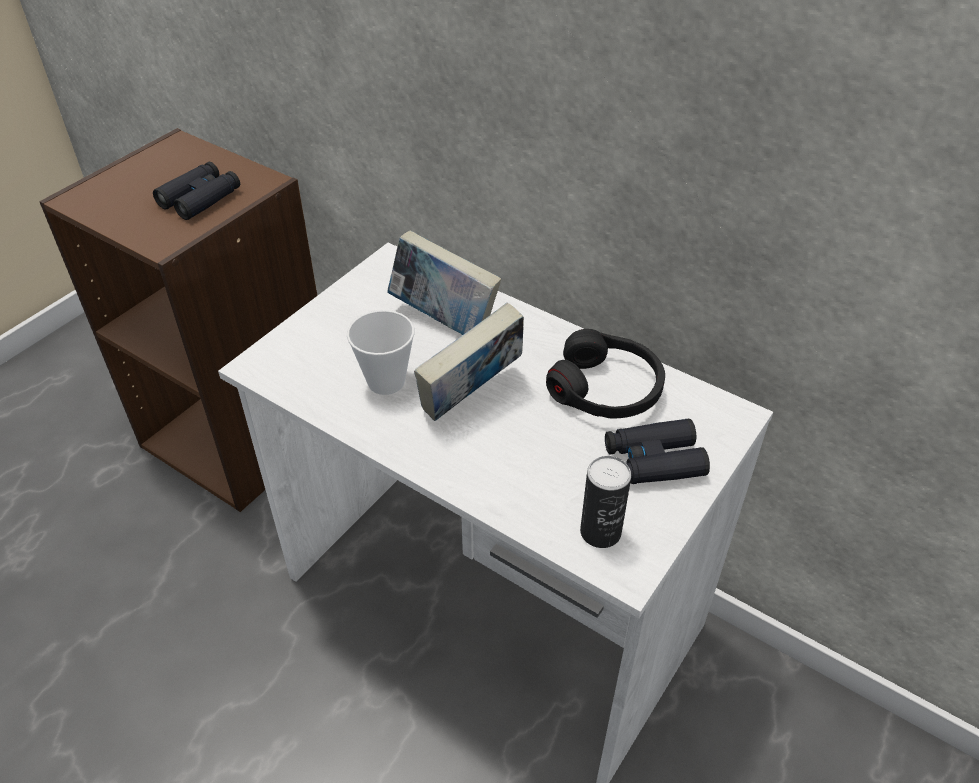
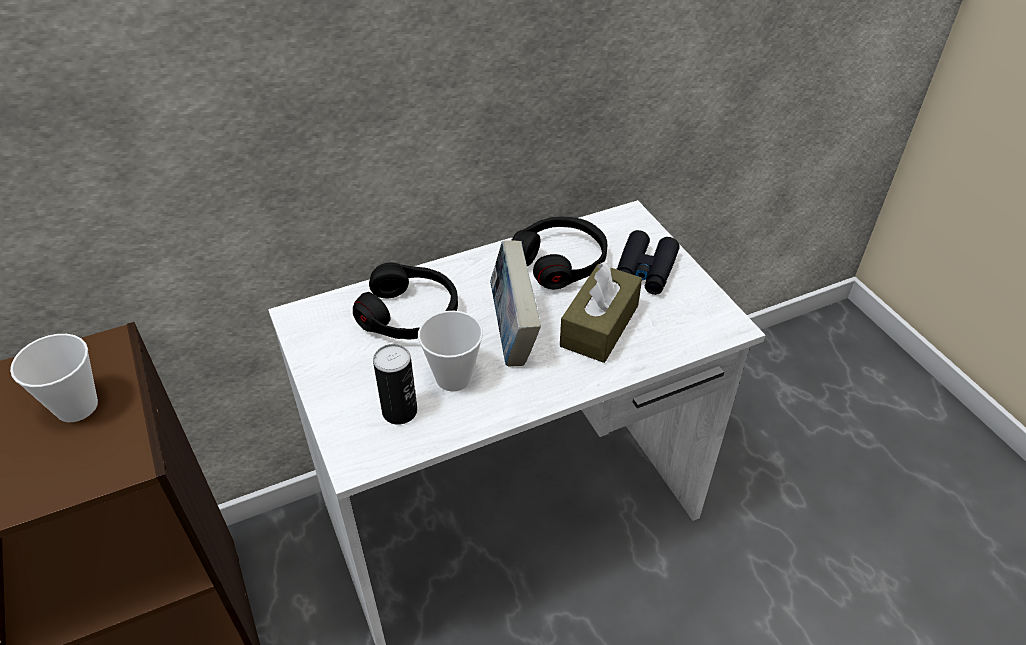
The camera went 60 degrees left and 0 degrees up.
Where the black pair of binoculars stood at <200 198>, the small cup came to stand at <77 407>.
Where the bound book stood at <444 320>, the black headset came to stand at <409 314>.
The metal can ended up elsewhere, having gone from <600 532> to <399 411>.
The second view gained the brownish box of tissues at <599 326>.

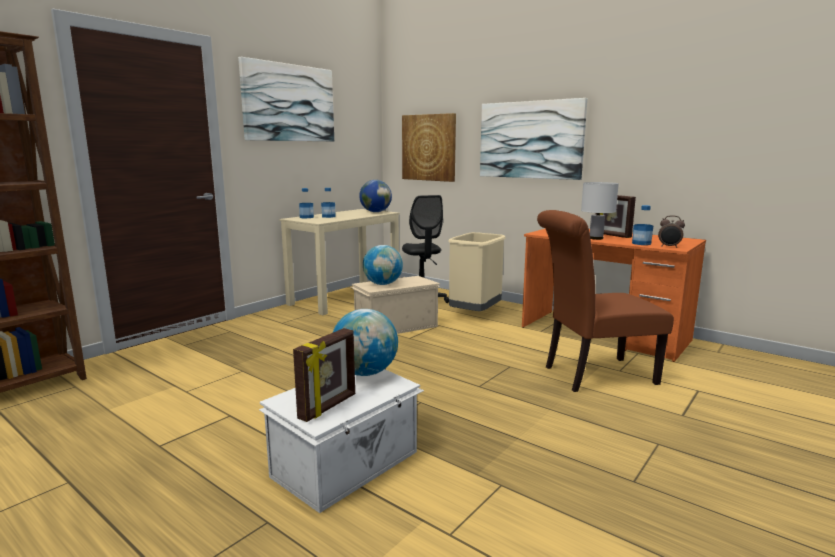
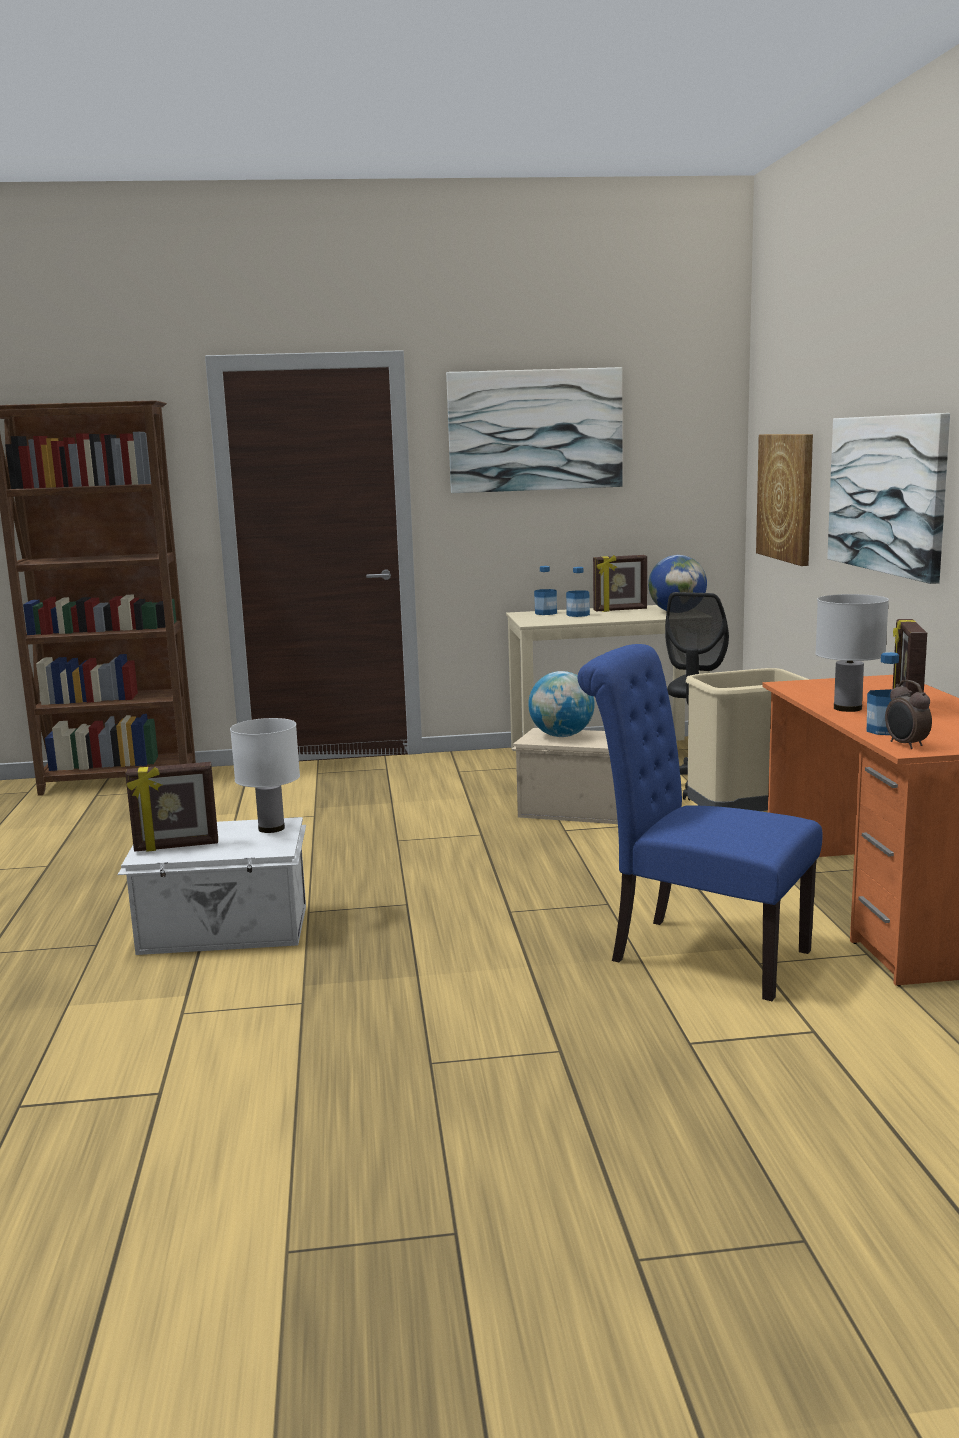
The camera went 45 degrees right and 0 degrees up.
What was the brownish chair at <593 375> turned into the blue-coloured chair at <697 953>.
Where the desk globe stood at <365 373>, the white-coloured tabletop lamp came to stand at <271 828>.
The second view gained the picture frame at <620 610>.

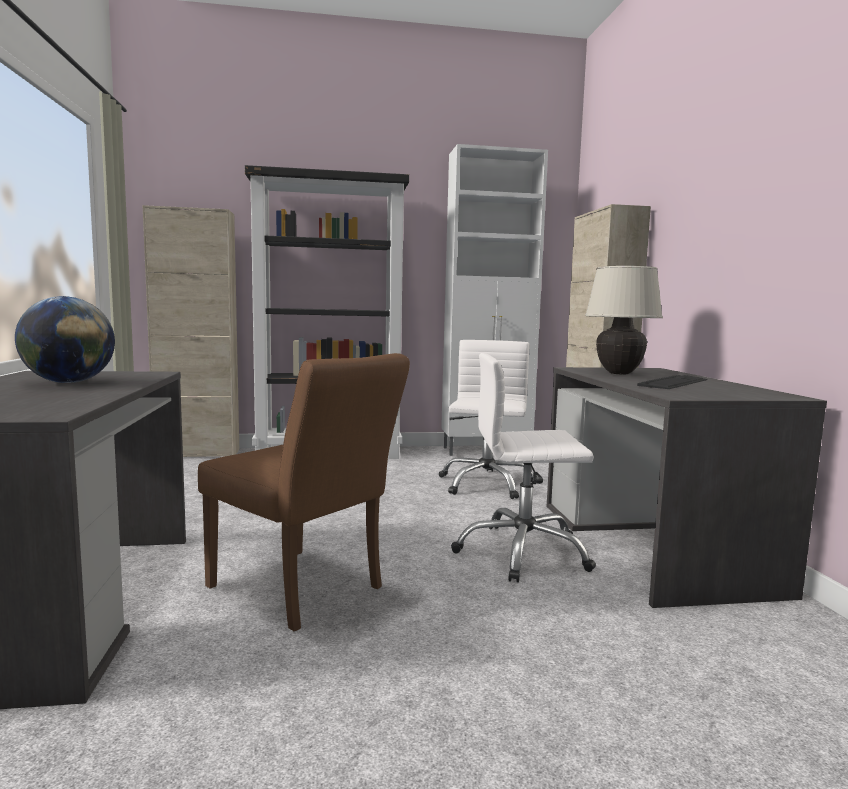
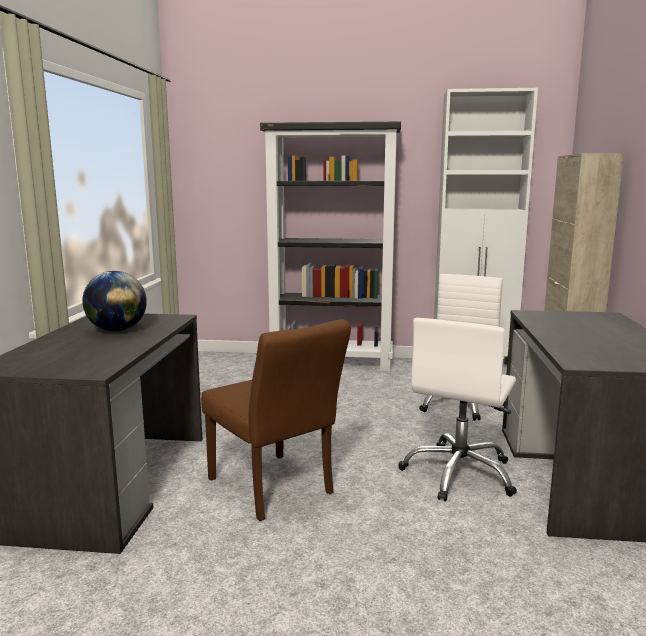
The camera went 15 degrees right and 5 degrees up.
The second view lost the beige storage cabinet at <197 453>.
The second view lost the beige tabletop lamp at <619 373>.
The white-coloured office chair at <522 552> ended up facing another way, 75 degrees counterclockwise from before.
The second view lost the computer keyboard at <674 382>.

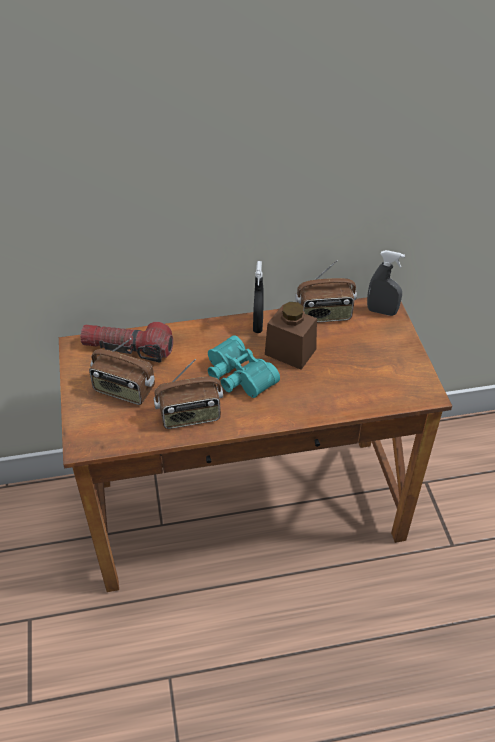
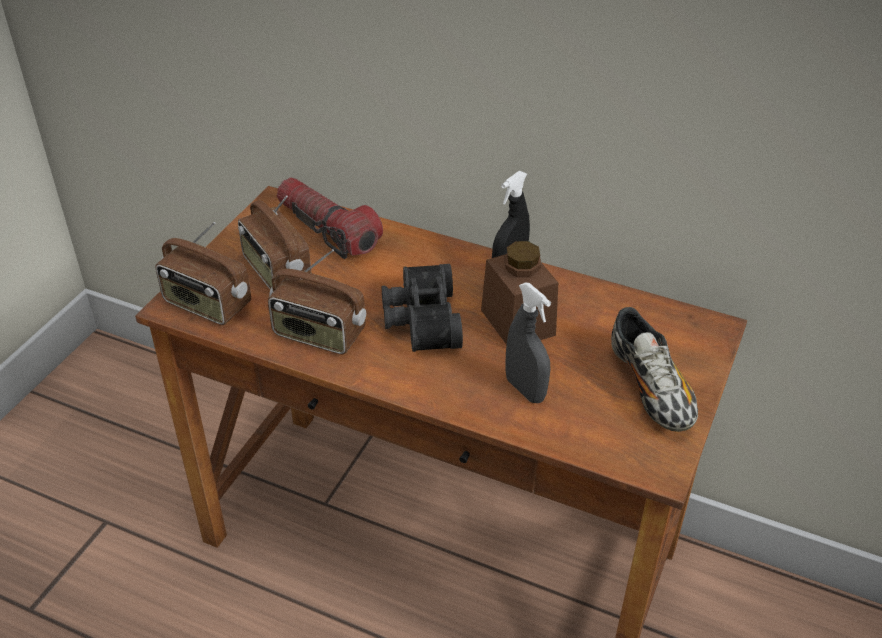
The camera went 35 degrees right and 5 degrees down.
The gray sprayer ended up elsewhere, having gone from <381 311> to <525 389>.
The radio set ended up elsewhere, having gone from <324 315> to <207 305>.
What was the blue-green pair of binoculars at <237 377> turned into the black pair of binoculars at <419 320>.
The second view gained the shoe at <650 389>.

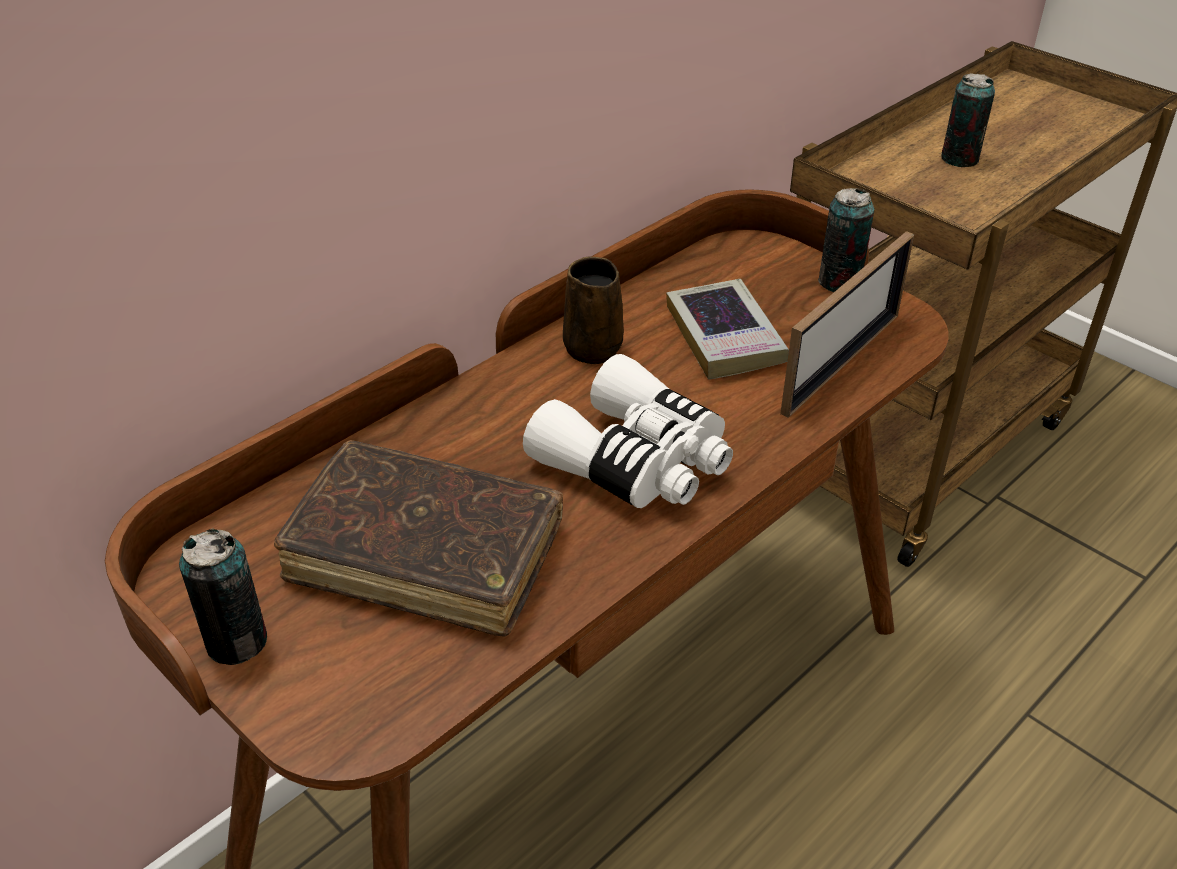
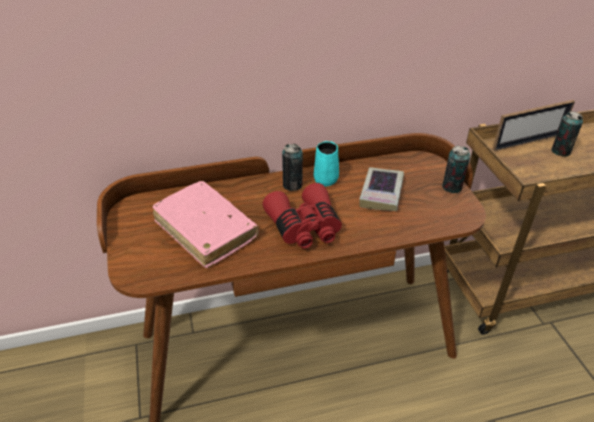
The camera went 30 degrees right and 0 degrees up.
The picture frame ended up elsewhere, having gone from <841 362> to <528 142>.
What was the brownish tea mug at <592 346> turned into the blue-green tea mug at <326 179>.
What was the white-coloured pair of binoculars at <637 461> turned into the red pair of binoculars at <305 227>.
What was the brownish bound book at <425 554> turned into the pink bound book at <205 230>.
The metal can ended up elsewhere, having gone from <237 642> to <292 185>.

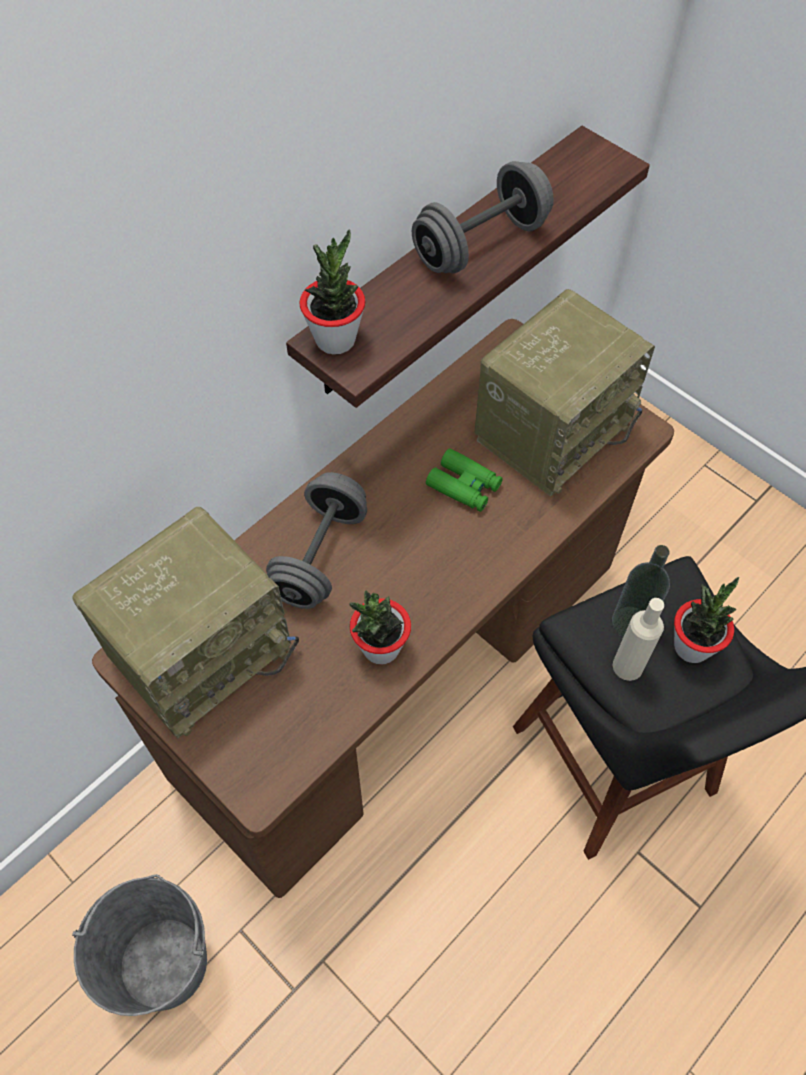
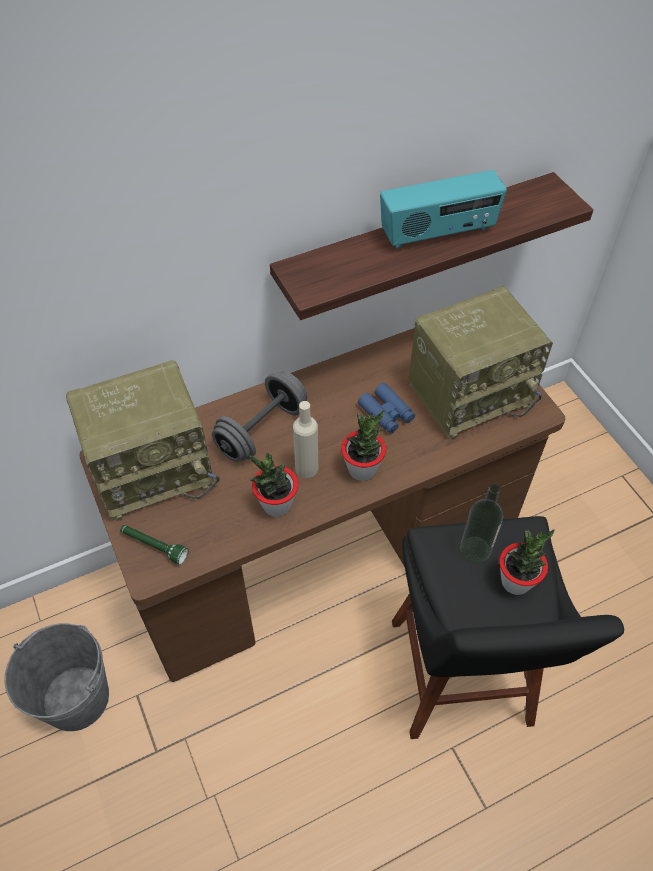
The camera went 20 degrees right and 5 degrees down.
Where the gray dumbbell stood at <480 244>, the radio set came to stand at <438 233>.
The plant in a pot ended up elsewhere, having gone from <335 339> to <362 469>.
What was the green pair of binoculars at <464 486> turned into the blue-coloured pair of binoculars at <386 413>.
The beige beverage bottle ended up elsewhere, having gone from <628 666> to <306 468>.
The second view gained the green hand torch at <154 546>.

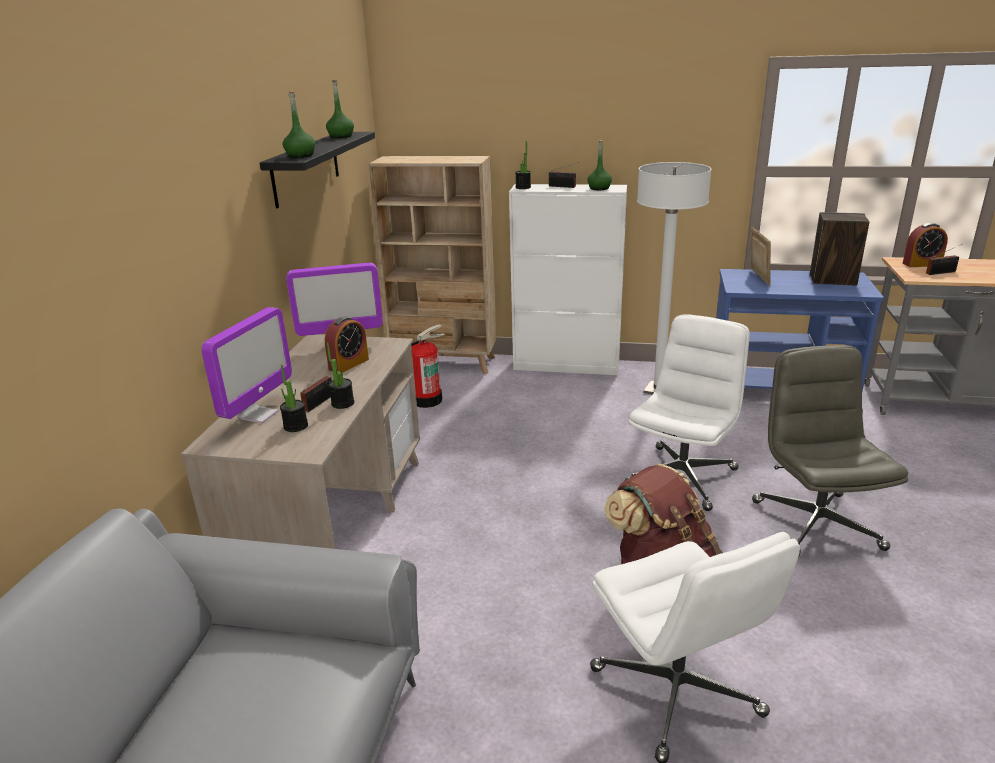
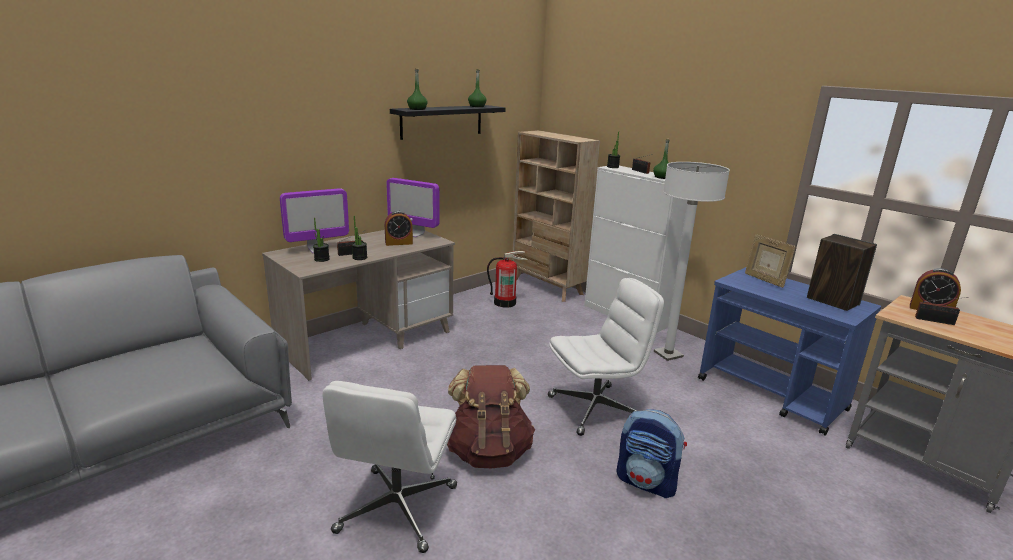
The camera went 35 degrees right and 5 degrees down.
The picture frame at <757 278> ended up facing another way, 120 degrees clockwise from before.
Where the gray office chair stood at <815 524>, the knapsack came to stand at <647 482>.

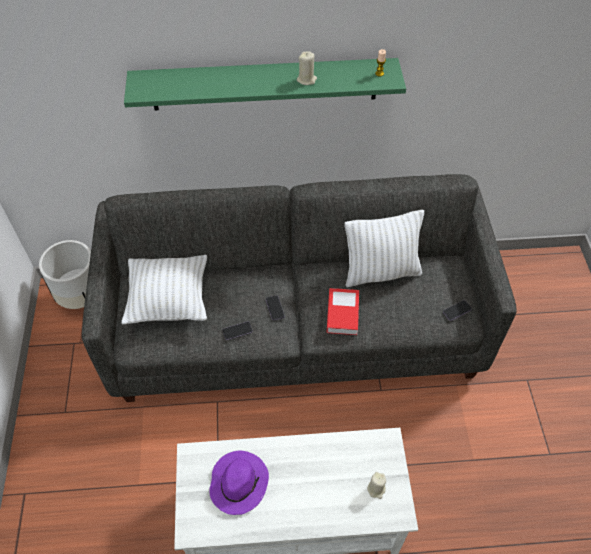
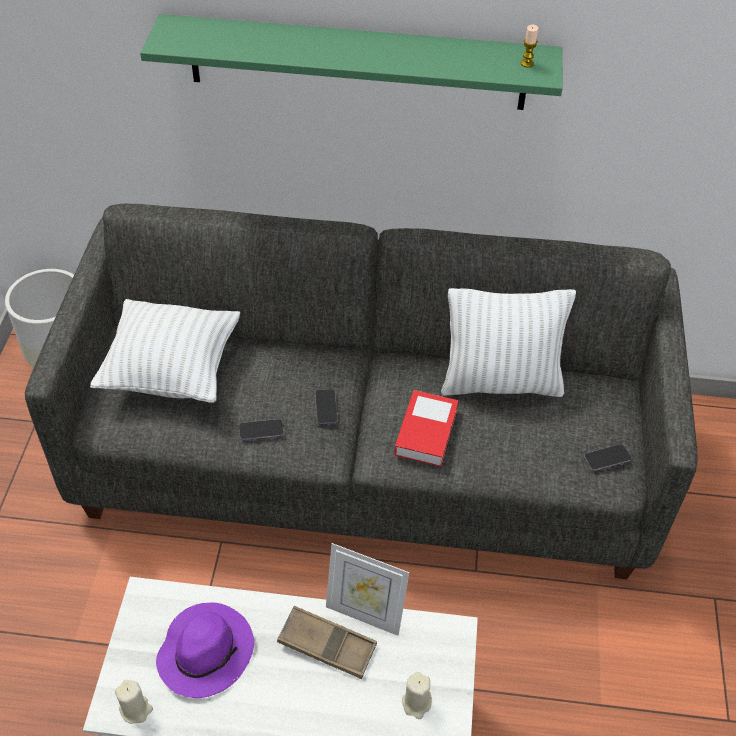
The camera went 10 degrees right and 5 degrees down.
The beige wax candle ended up elsewhere, having gone from <306 79> to <136 709>.
The second view gained the picture frame at <365 614>.
The second view gained the brownish tray at <327 645>.

